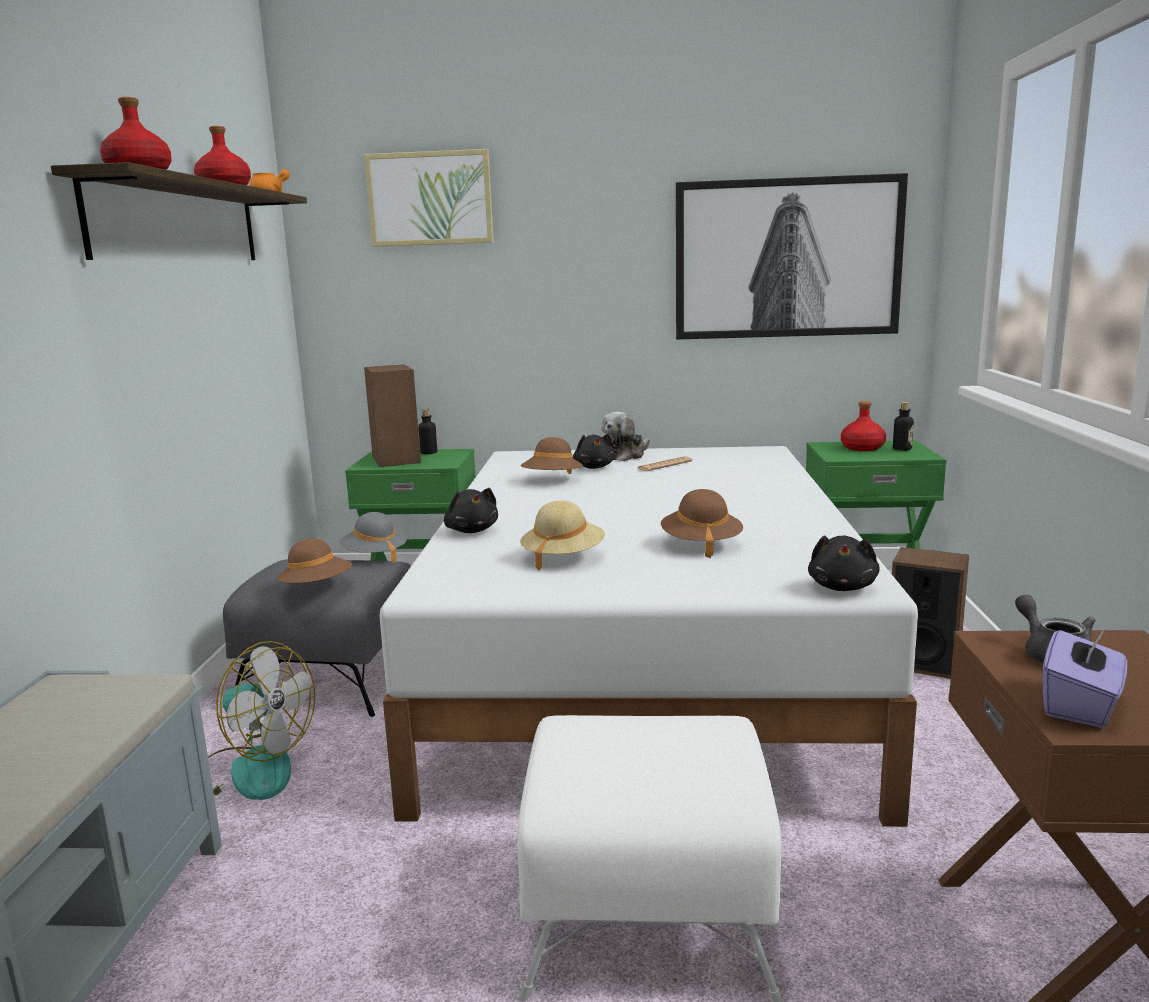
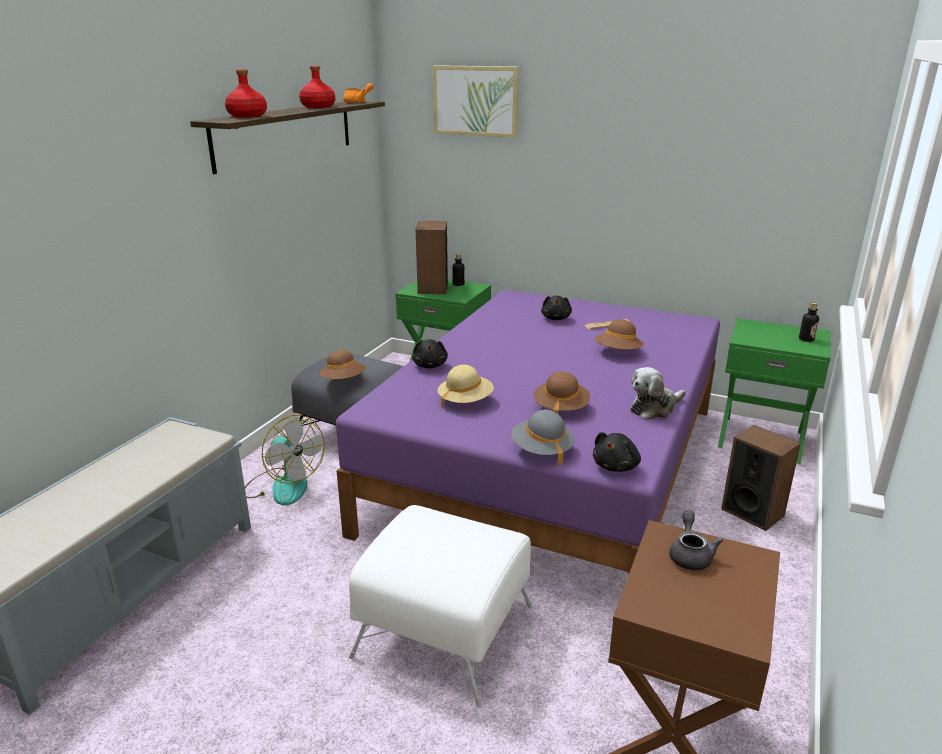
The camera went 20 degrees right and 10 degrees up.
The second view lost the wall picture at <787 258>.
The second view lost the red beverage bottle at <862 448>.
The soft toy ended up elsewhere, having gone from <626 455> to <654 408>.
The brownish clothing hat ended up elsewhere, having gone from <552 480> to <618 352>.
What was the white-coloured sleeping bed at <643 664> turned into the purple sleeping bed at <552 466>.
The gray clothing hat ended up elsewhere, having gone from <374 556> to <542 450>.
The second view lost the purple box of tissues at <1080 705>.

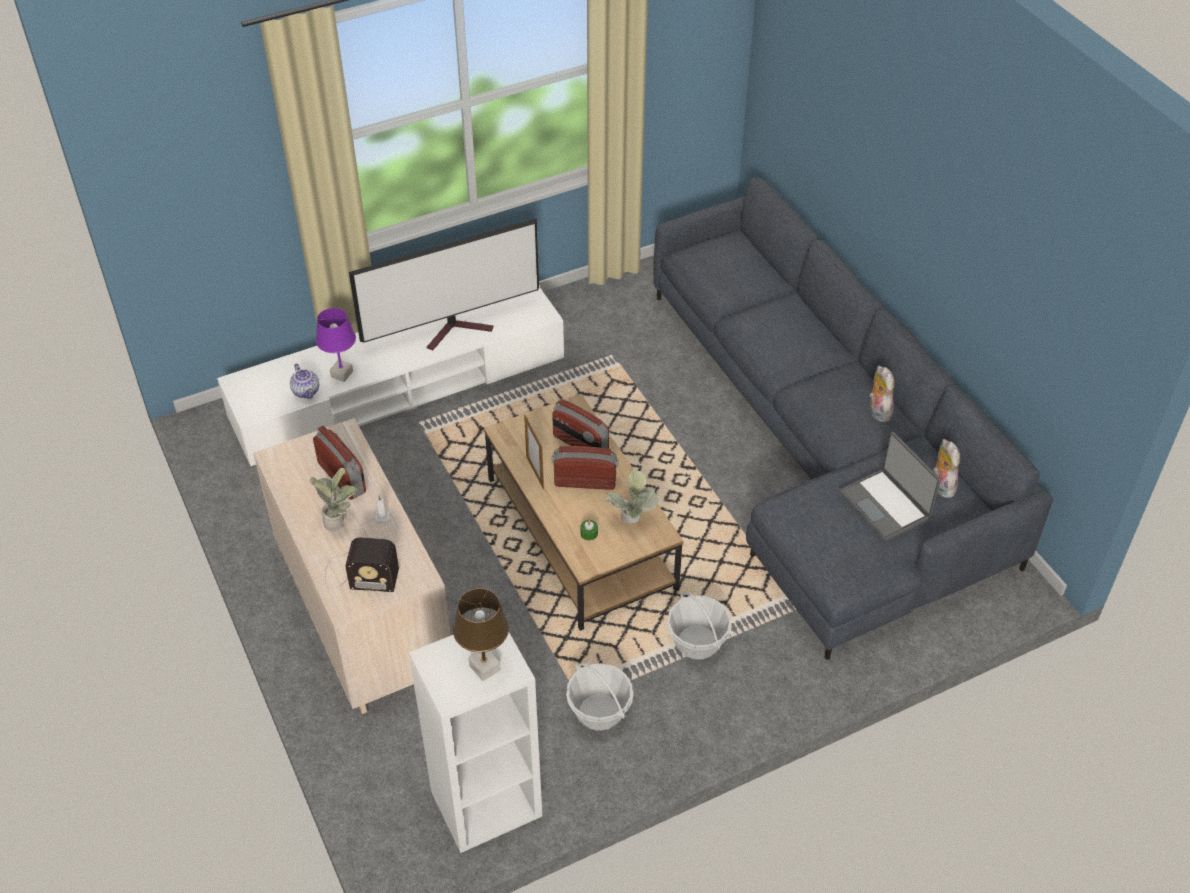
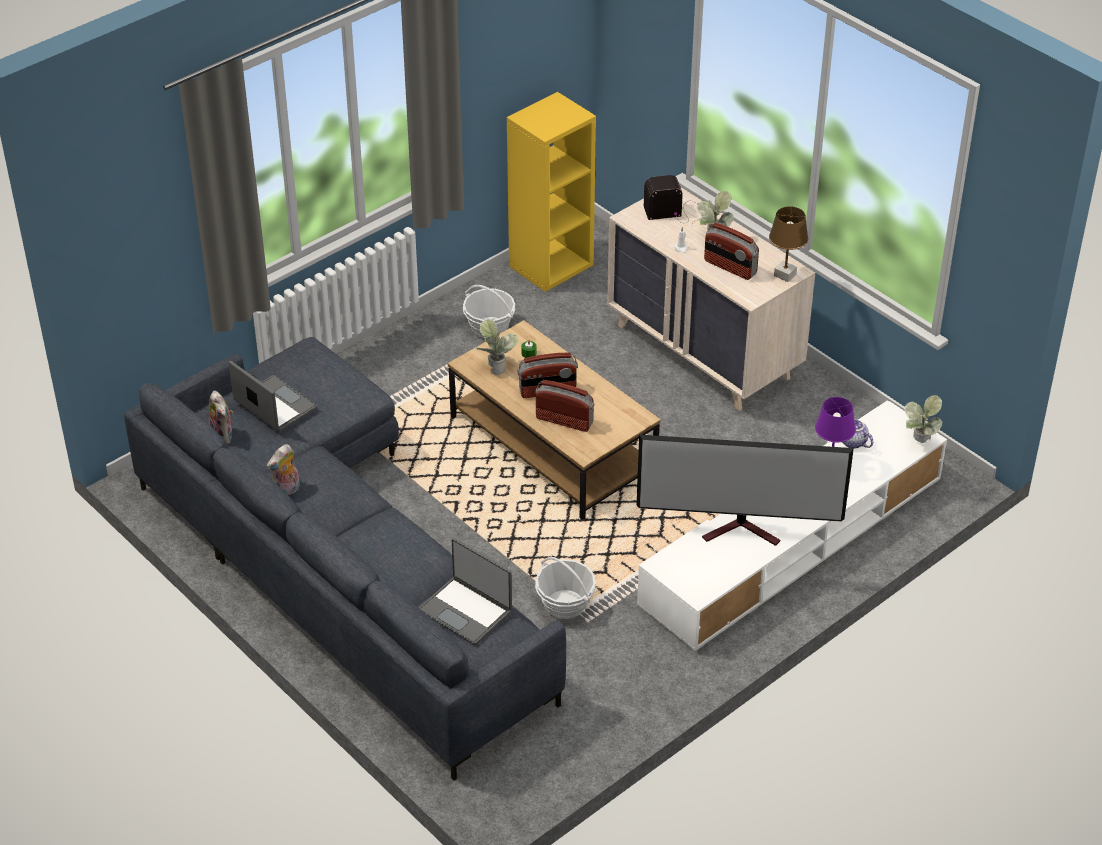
The camera went 165 degrees right and 5 degrees down.
The TV set at <458 330> ended up facing another way, 135 degrees counterclockwise from before.
The soft toy at <877 411> ended up facing another way, 75 degrees clockwise from before.
The second view lost the picture frame at <535 472>.
The brownish tabletop lamp ended up elsewhere, having gone from <485 668> to <784 275>.
The basket ended up elsewhere, having gone from <697 642> to <565 604>.
What was the white-coloured bookcase at <486 805> turned into the yellow bookcase at <551 265>.
The second view gained the plant in a pot at <918 443>.
The second view gained the laptop at <466 611>.

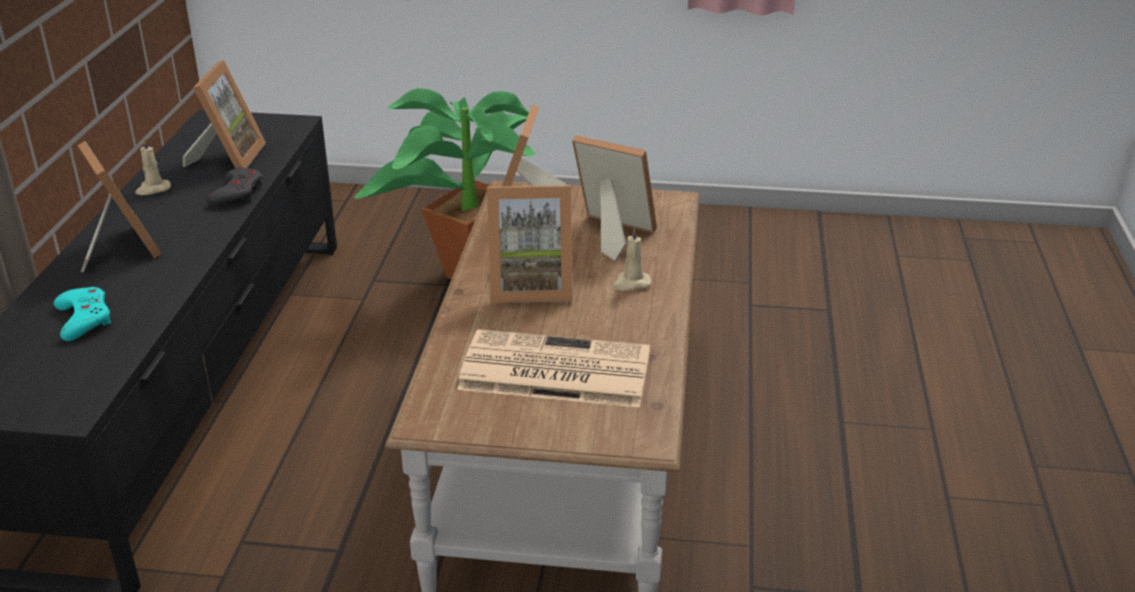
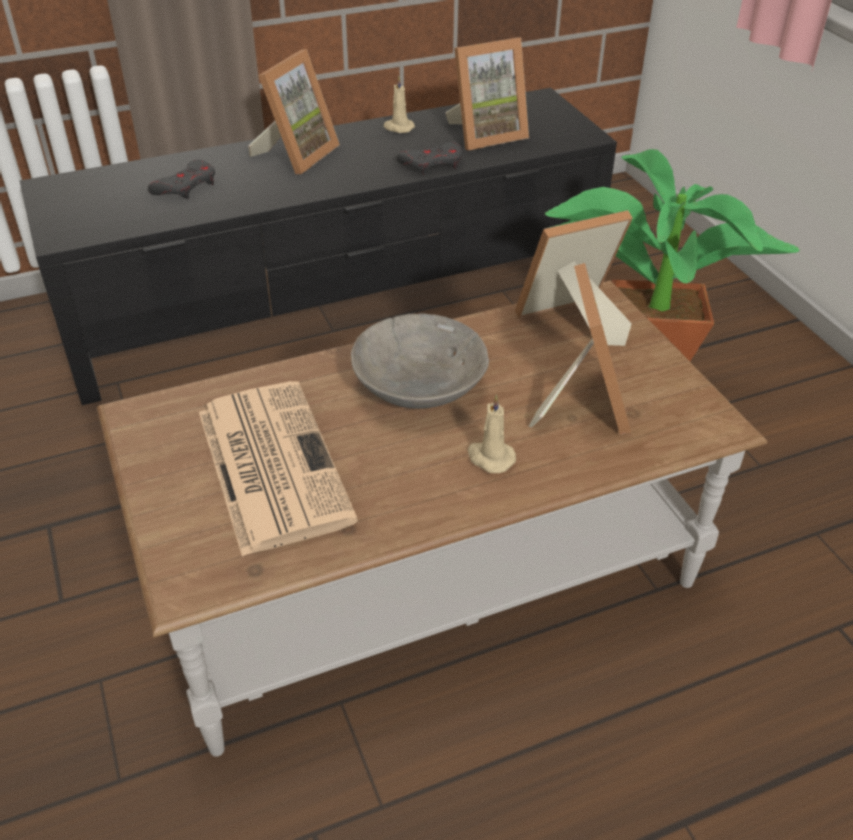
The camera went 60 degrees right and 10 degrees up.
Where the picture frame stood at <530 286>, the gray serving bowl came to stand at <420 386>.
What was the blue-green gamepad at <84 319> turned into the gray gamepad at <186 186>.

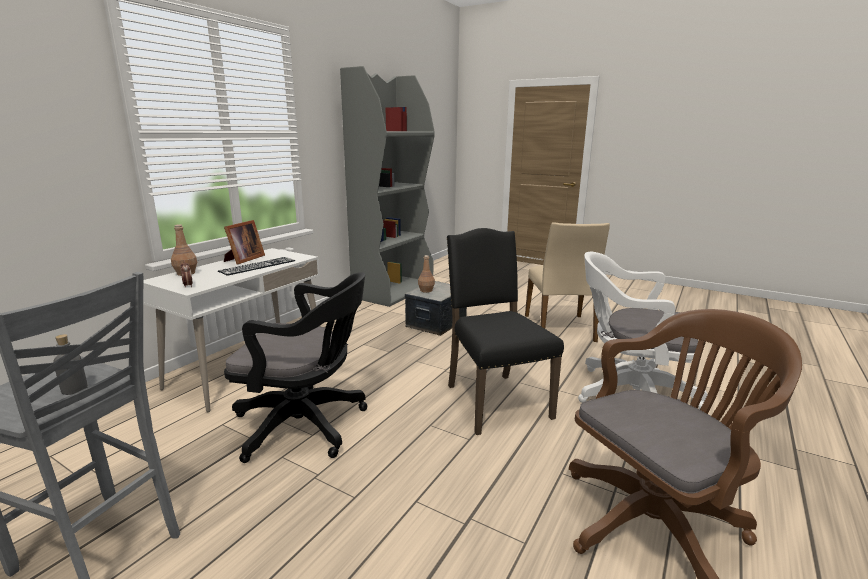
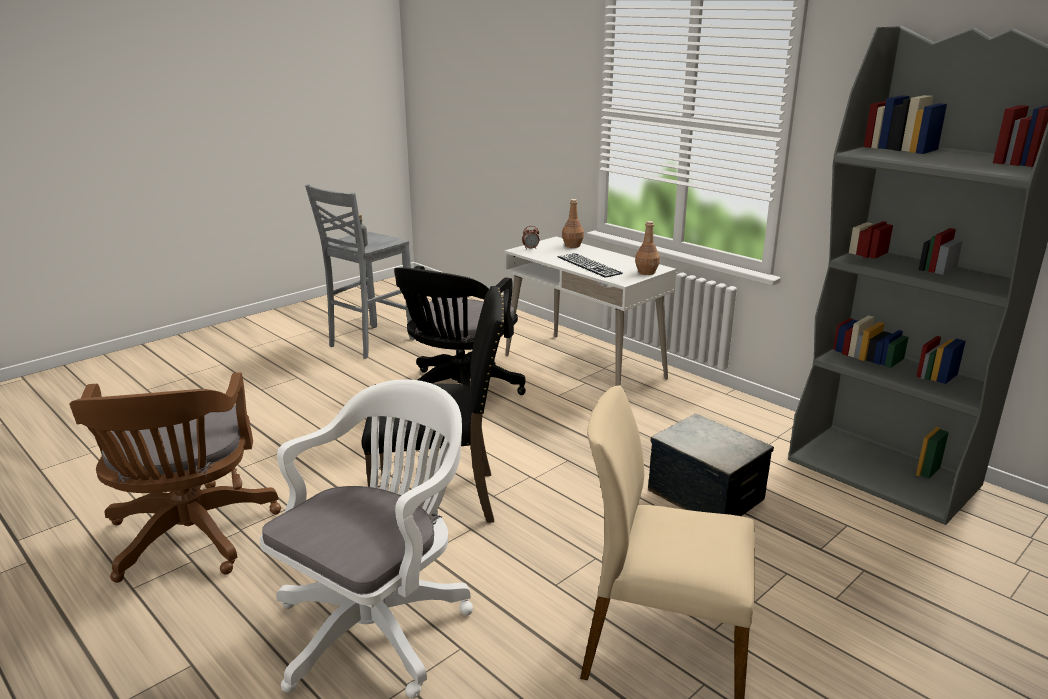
The camera went 105 degrees right and 5 degrees up.
The second view lost the picture frame at <243 259>.
The brownish beverage bottle ended up elsewhere, having gone from <426 290> to <646 272>.

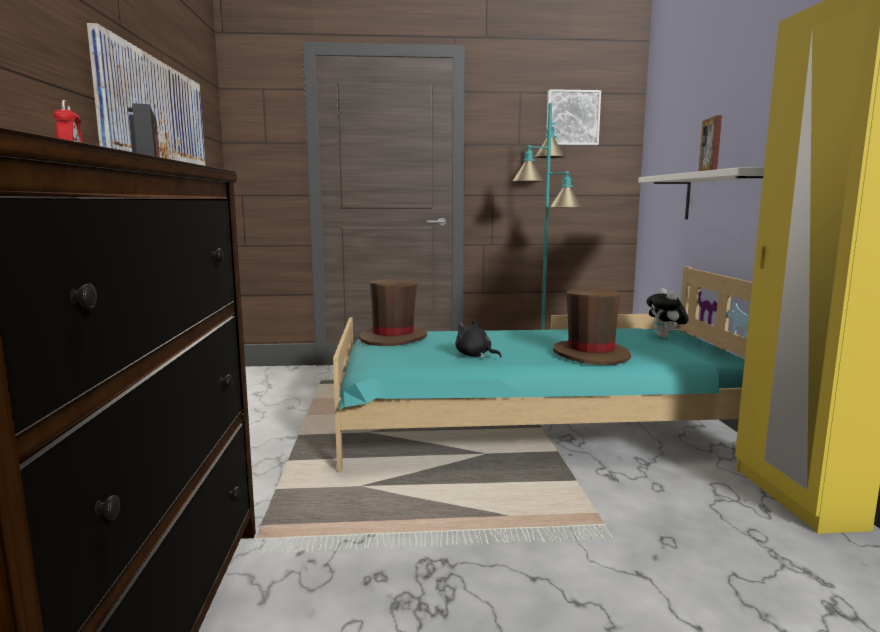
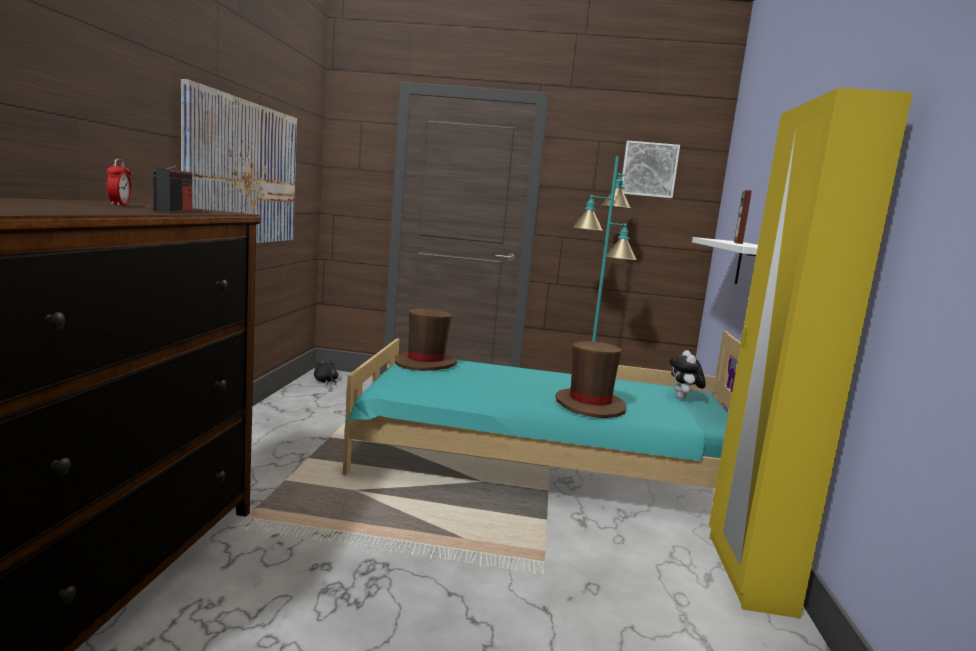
The camera went 10 degrees right and 0 degrees up.
The black soft toy ended up elsewhere, having gone from <475 355> to <326 381>.

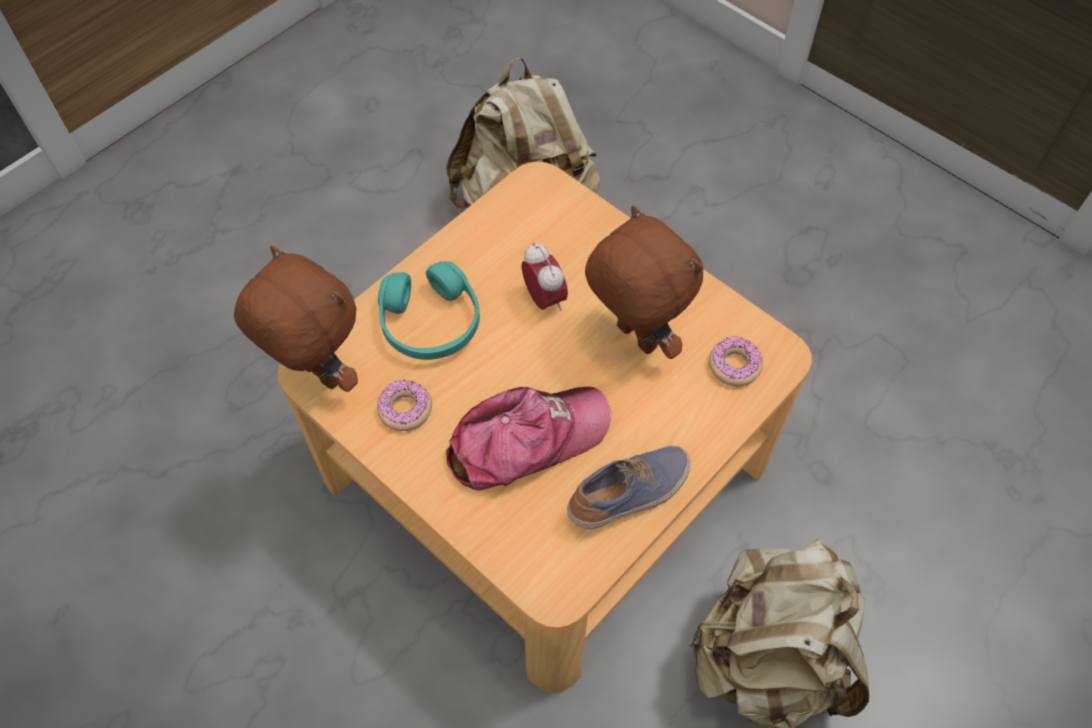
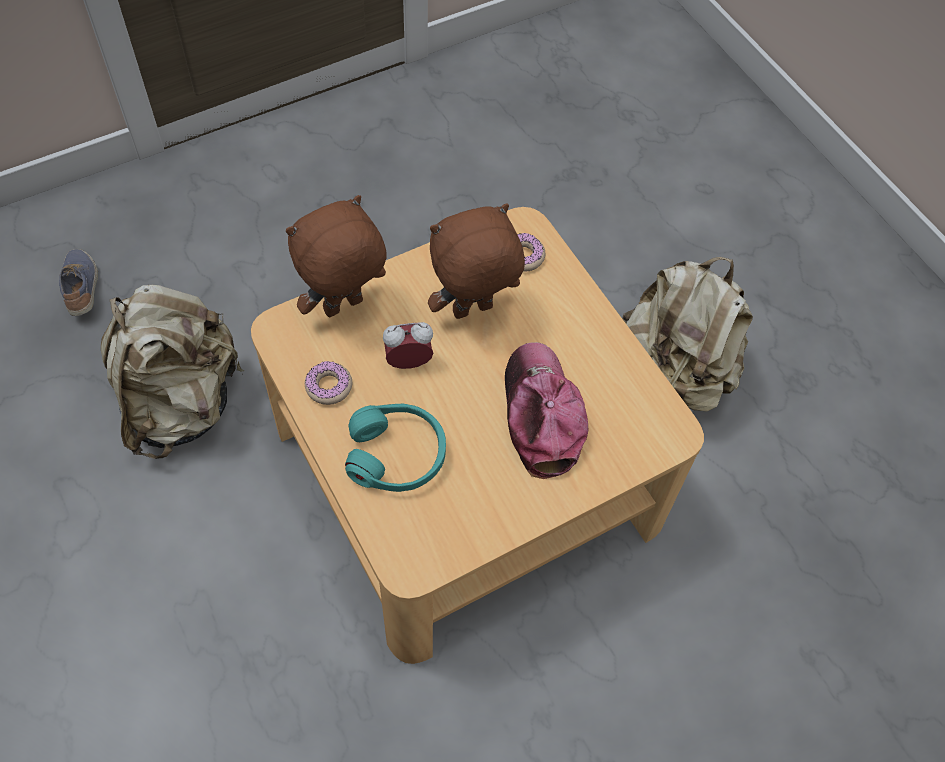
The camera went 75 degrees left and 0 degrees up.
The brownish soft toy ended up elsewhere, having gone from <317 375> to <344 308>.
The doughnut ended up elsewhere, having gone from <405 409> to <329 386>.
The shoe ended up elsewhere, having gone from <630 495> to <83 288>.

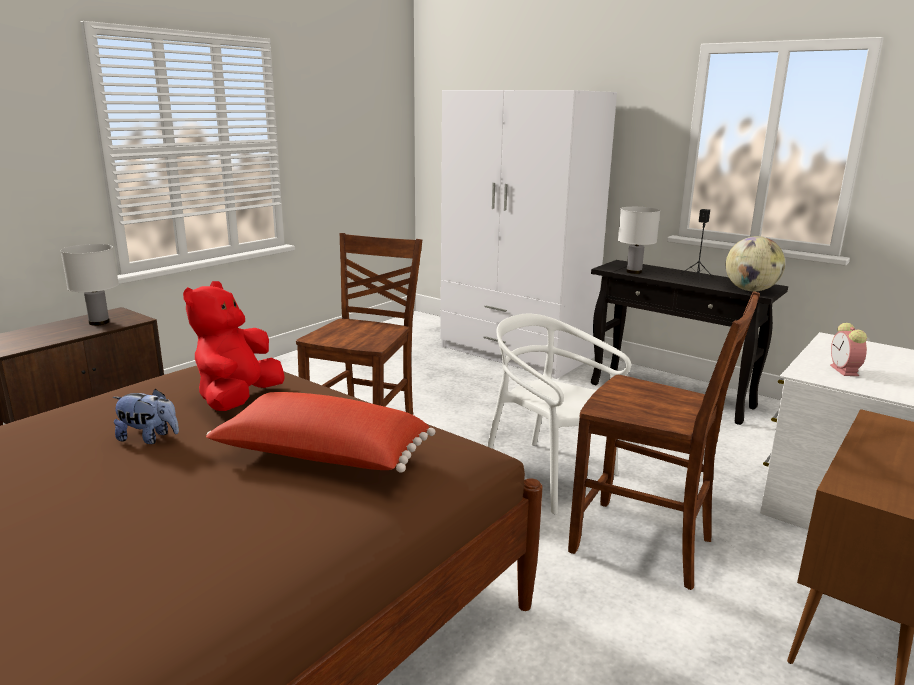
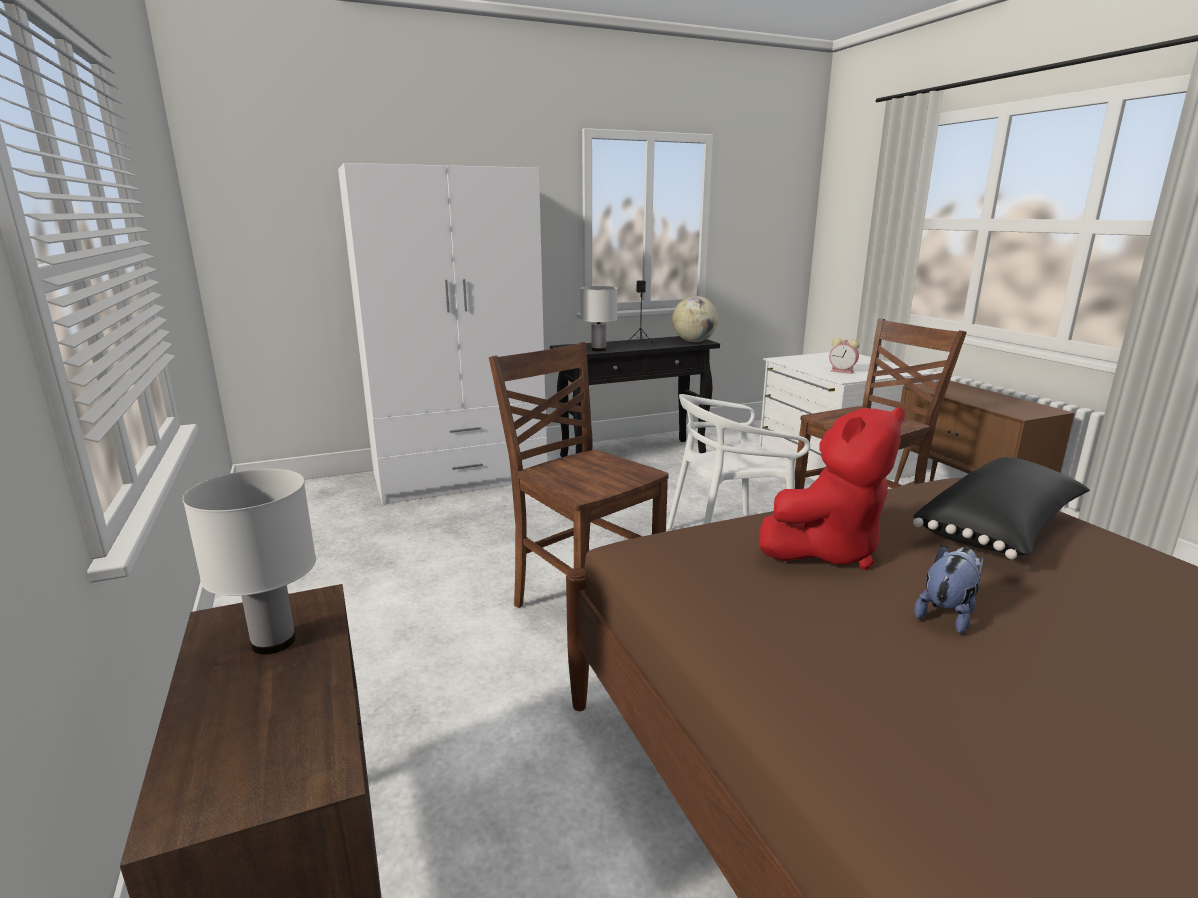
The camera went 60 degrees left and 0 degrees up.
The red soft toy at <238 400> ended up facing another way, 75 degrees counterclockwise from before.
What was the red cushion at <322 457> turned into the black cushion at <1002 531>.

